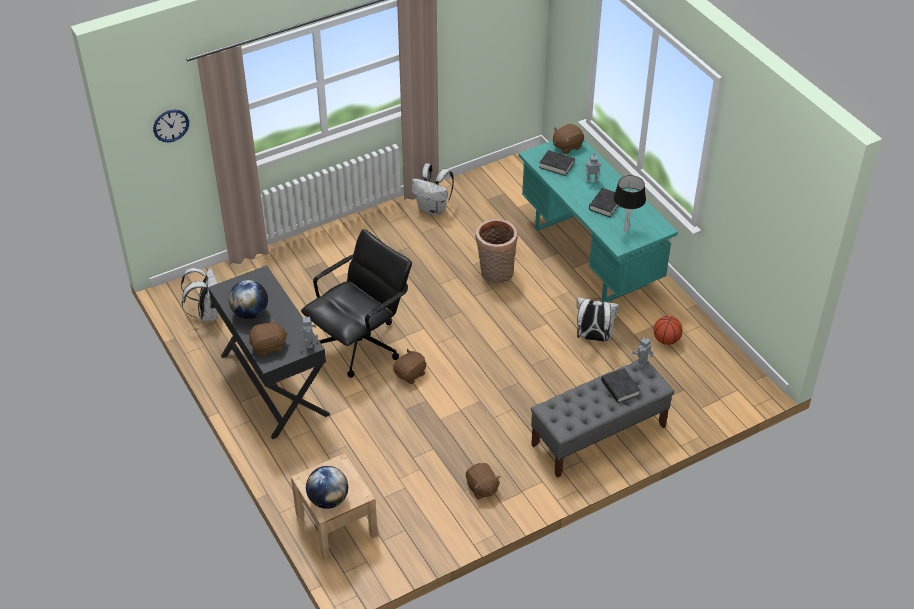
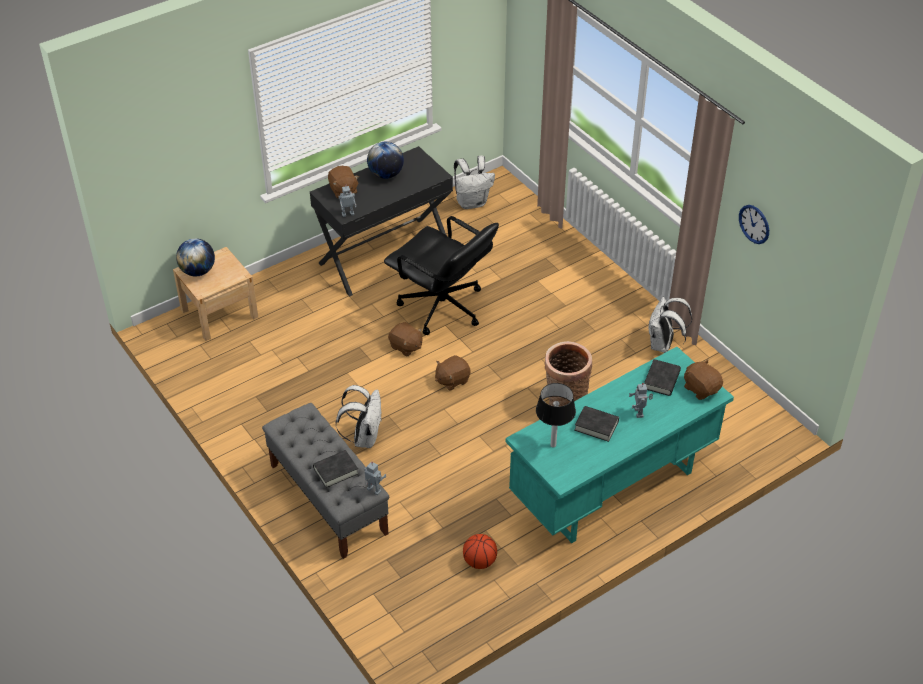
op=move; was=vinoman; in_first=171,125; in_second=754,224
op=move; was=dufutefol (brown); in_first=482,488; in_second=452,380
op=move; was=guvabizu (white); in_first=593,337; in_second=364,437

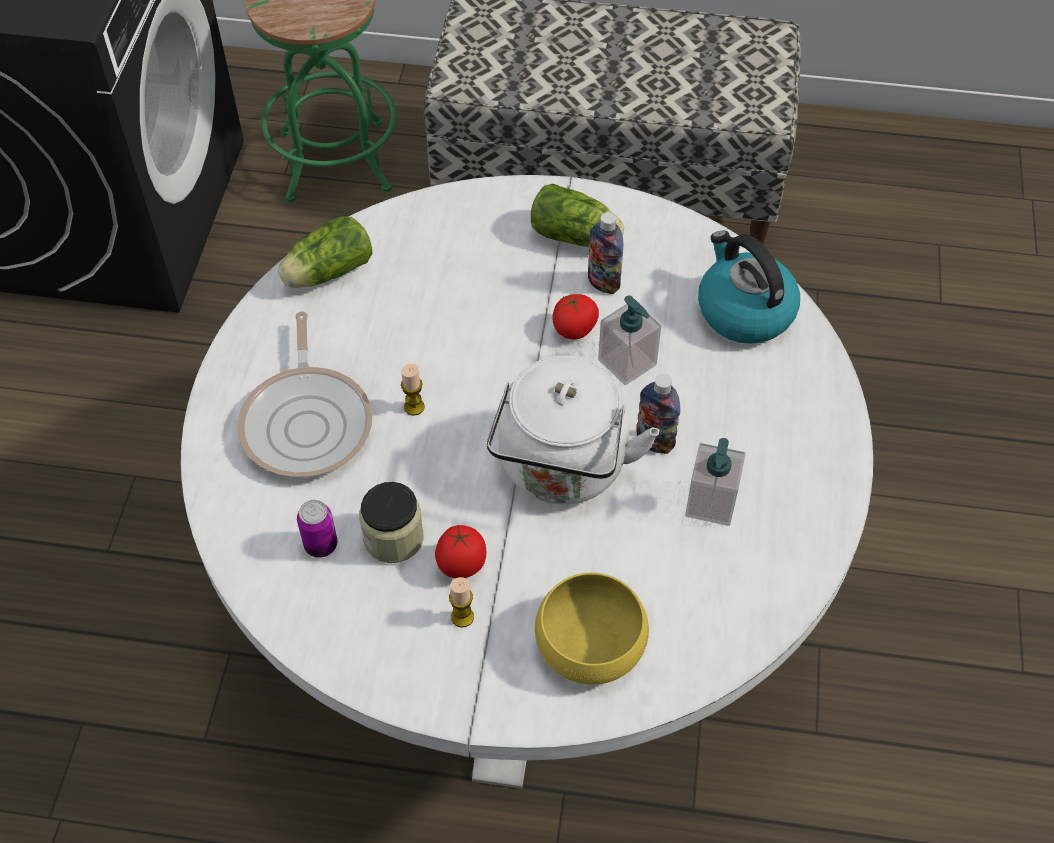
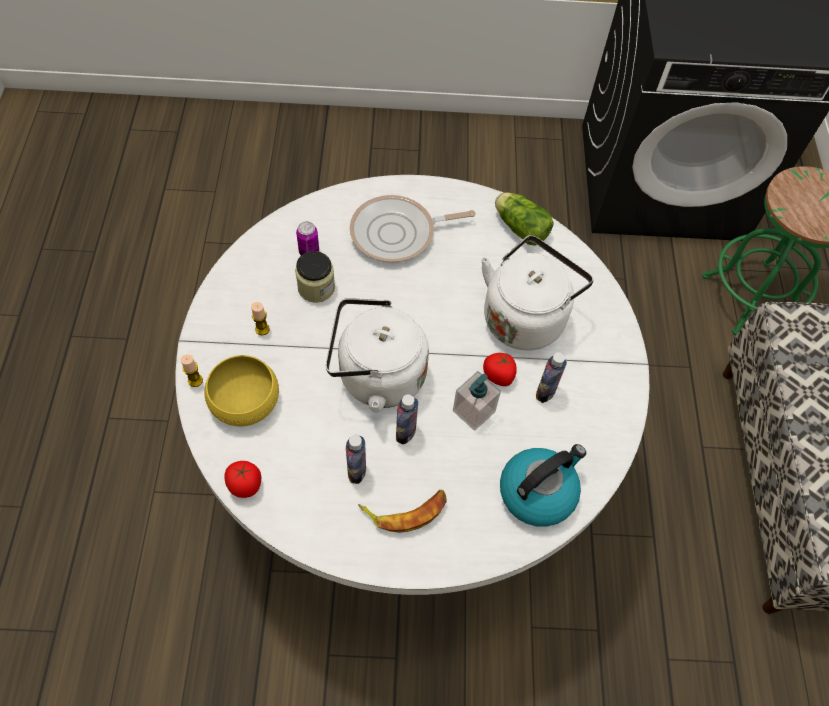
op=delete; was=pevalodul; in_first=577,237
op=insert; now=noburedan; in_second=406,511
op=insert; now=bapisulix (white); in_second=525,316
op=move; was=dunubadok; in_first=414,407; in_second=195,380
op=move; was=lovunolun; in_first=461,565; in_second=245,485
op=replace; was=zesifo; now=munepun; in_first=711,503; in_second=357,471

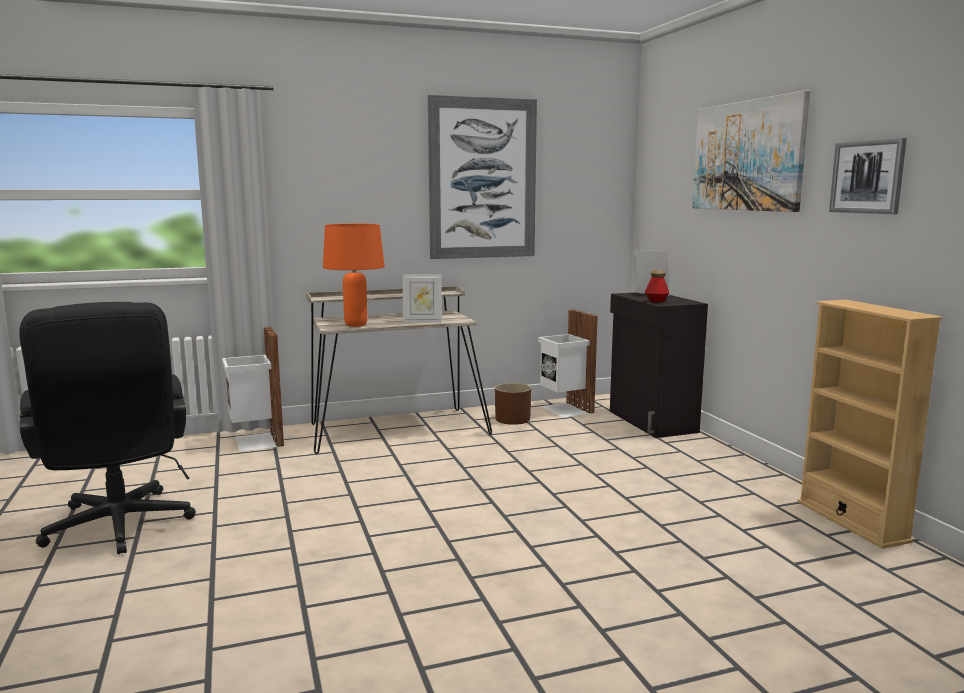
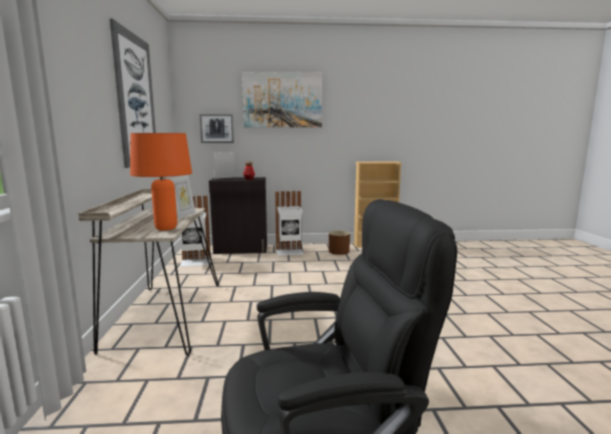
op=move; was=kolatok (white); in_first=256,441; in_second=289,252
op=move; was=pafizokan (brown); in_first=512,419; in_second=339,251
op=move; was=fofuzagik; in_first=867,177; in_second=217,128

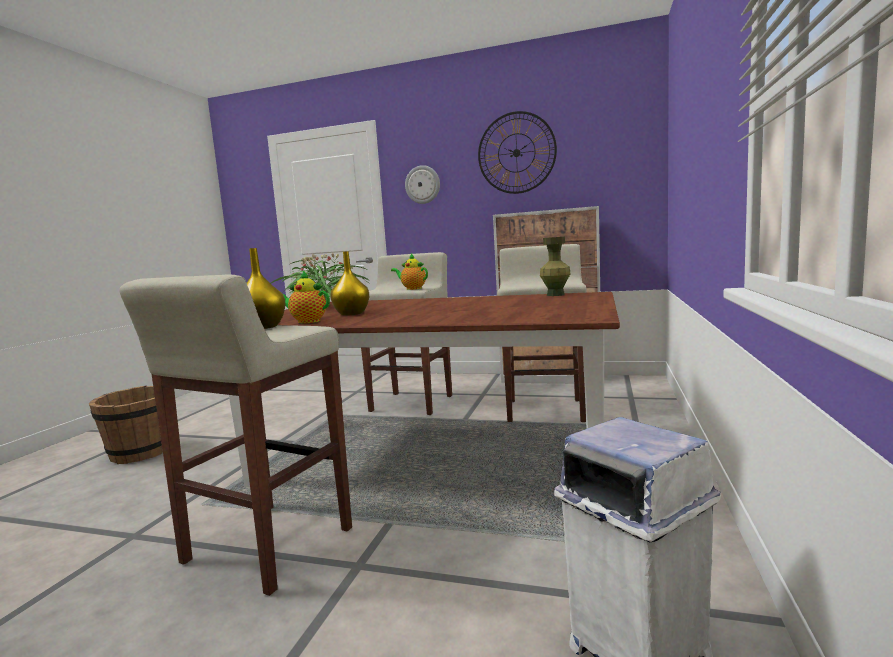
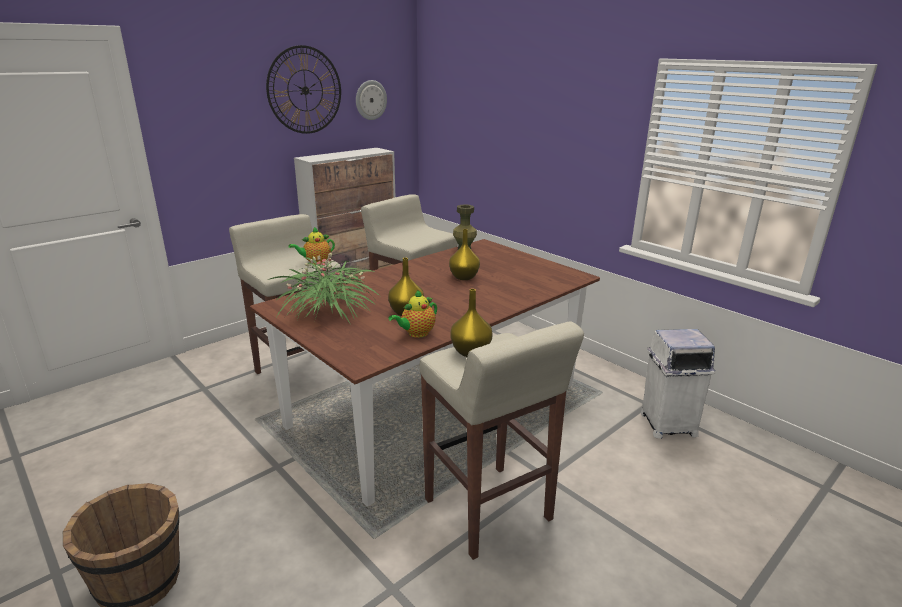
op=insert; now=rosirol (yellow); in_second=463,277
op=move; was=vinoman; in_first=422,184; in_second=370,100

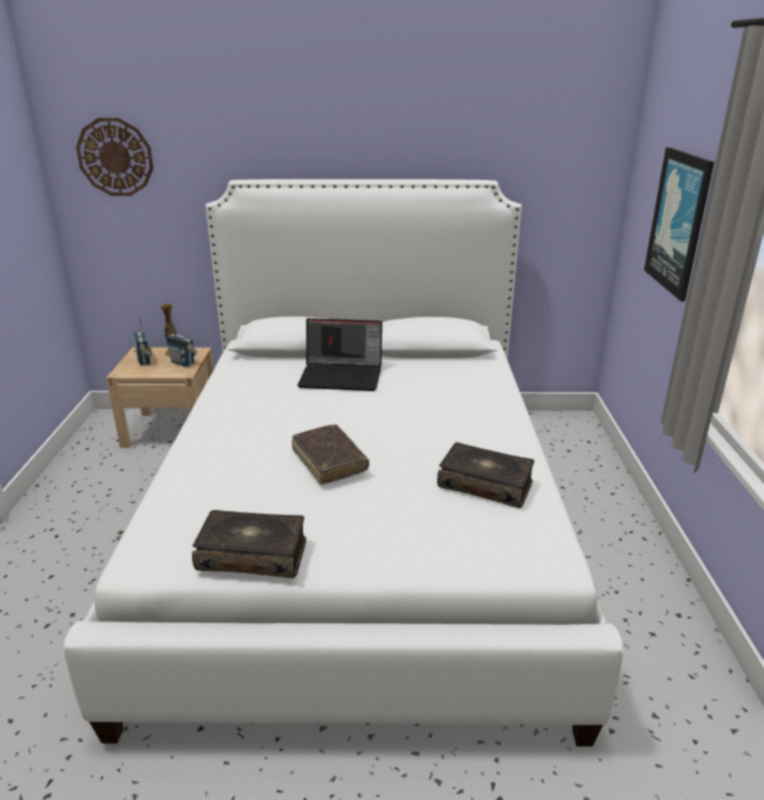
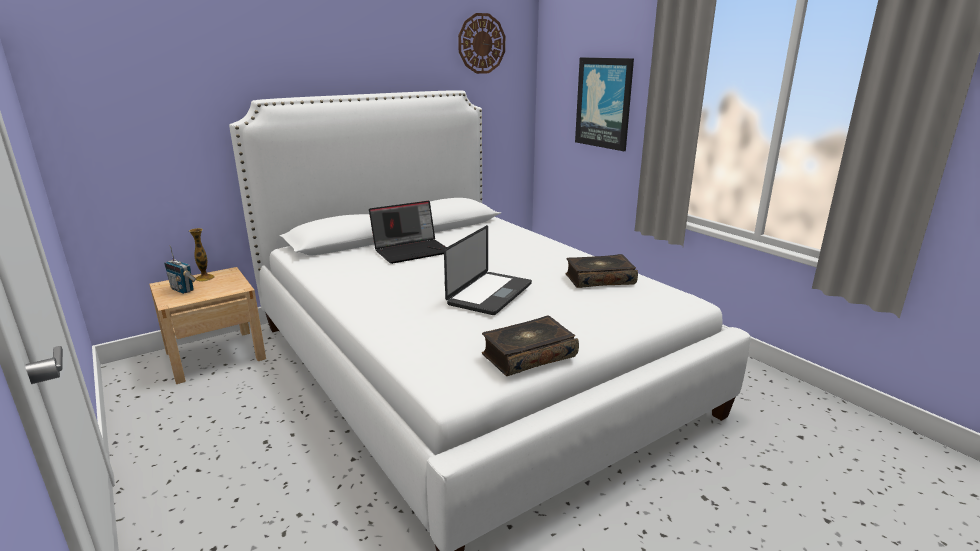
op=delete; was=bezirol; in_first=183,363
op=move; was=vinoman; in_first=115,157; in_second=481,43
op=replace; was=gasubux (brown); now=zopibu; in_first=329,461; in_second=490,294

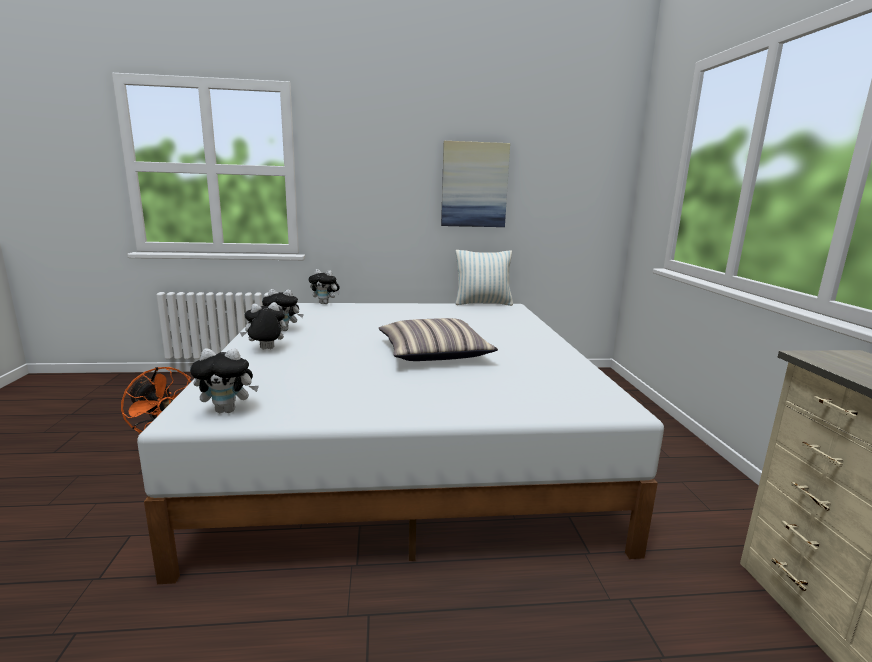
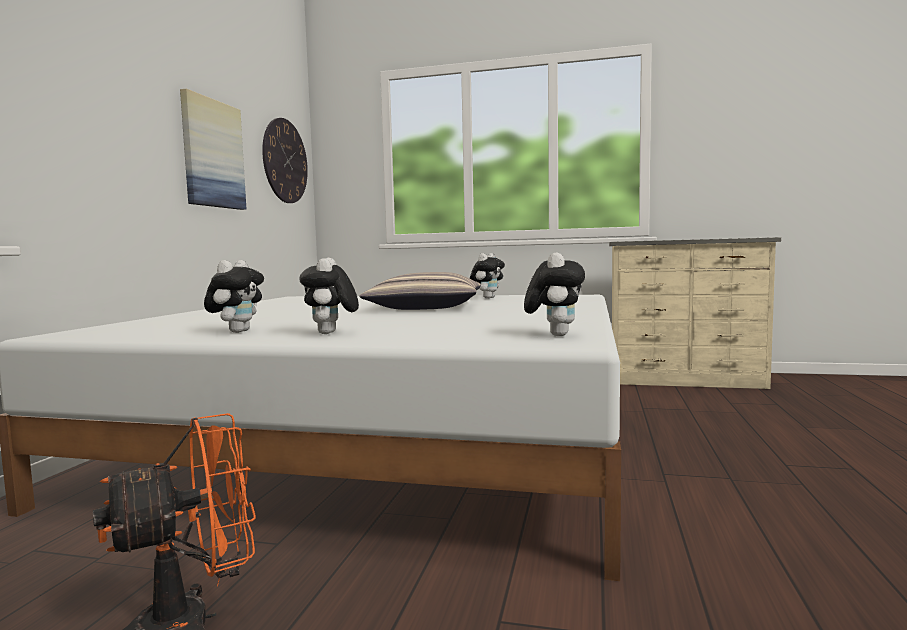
op=delete; was=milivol; in_first=483,303
op=insert; now=vinoman; in_second=285,161
op=move; was=dufutefol; in_first=325,303; in_second=487,298

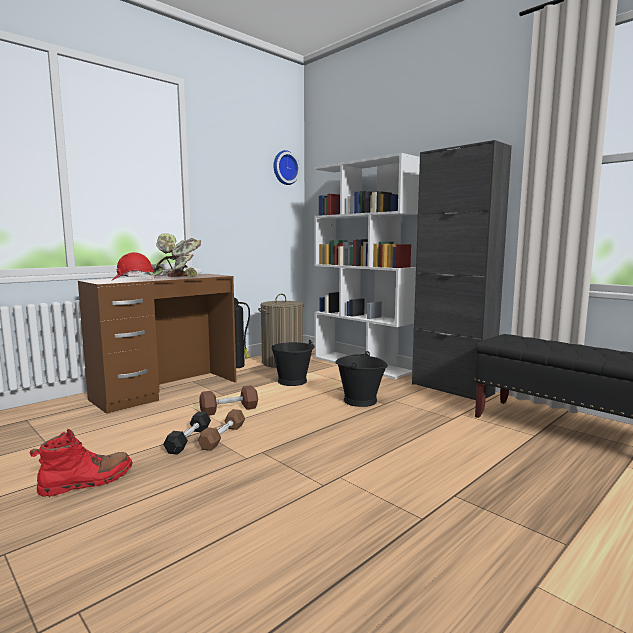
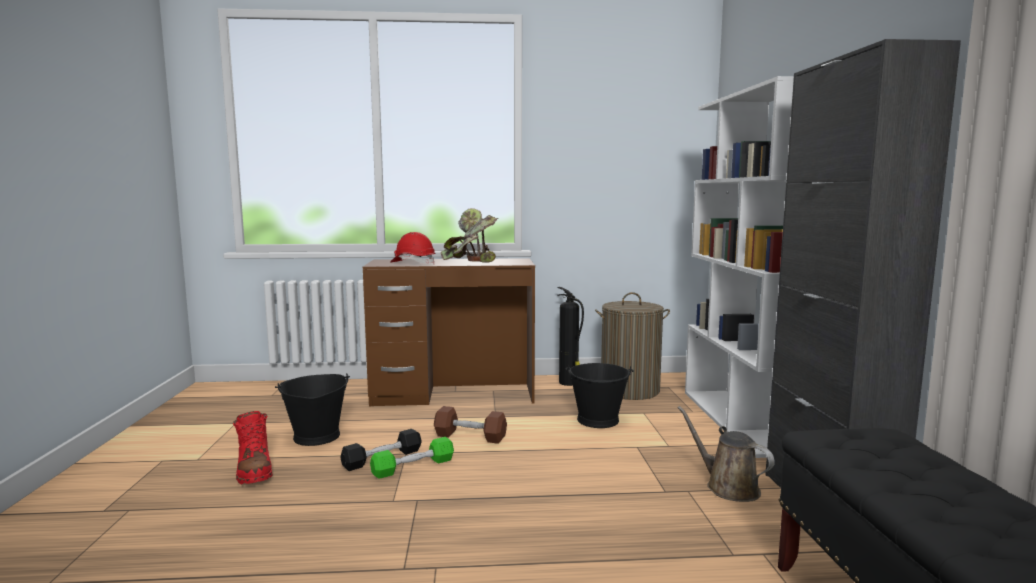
op=delete; was=vinoman; in_first=284,168
op=insert; now=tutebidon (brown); in_second=728,487
op=move; was=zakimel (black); in_first=359,401; in_second=316,436
op=recolor; was=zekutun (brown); now=zekutun (green); in_first=223,437; in_second=413,467
op=rotate; was=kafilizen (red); in_first=87,482; in_second=254,470; clockwise=60

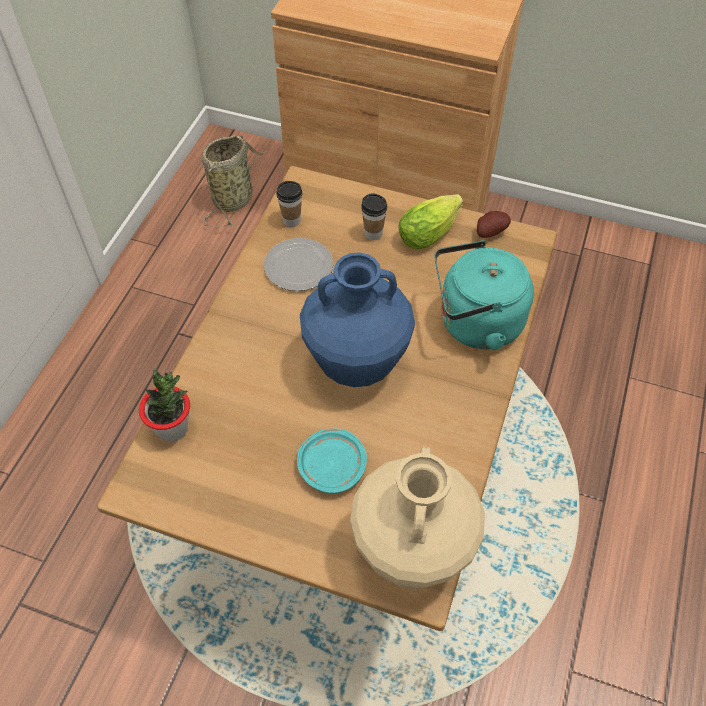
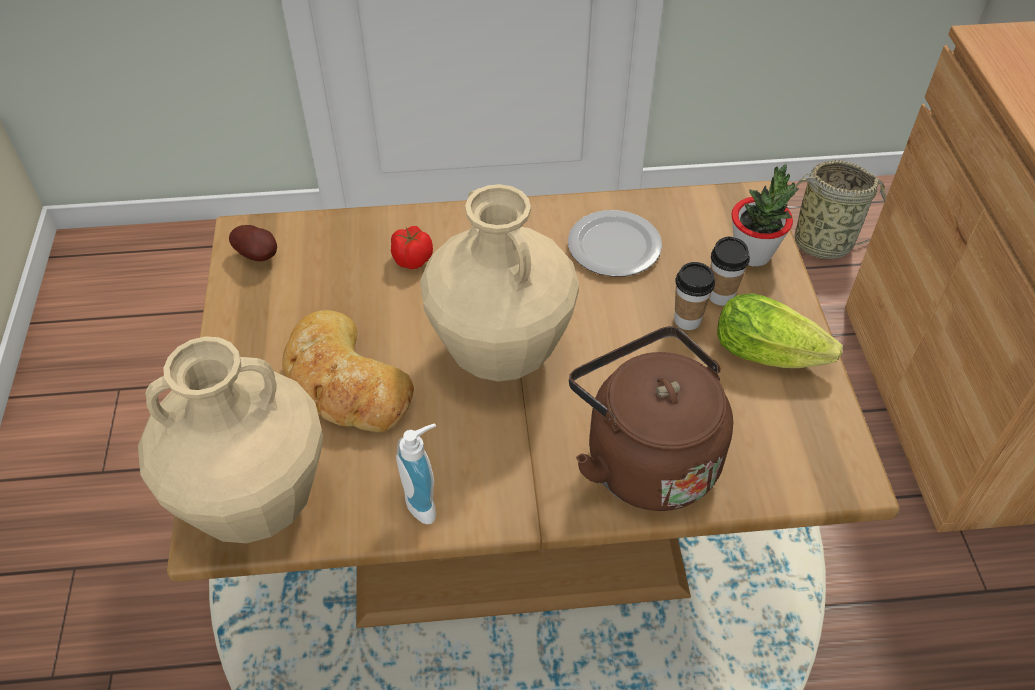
op=insert; now=lovunolun; in_second=411,259
op=insert; now=zesifo; in_second=425,502
op=move; was=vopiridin; in_first=172,428; in_second=753,254
op=move; was=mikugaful; in_first=291,220; in_second=687,320
op=move; was=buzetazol; in_first=489,232; in_second=259,255
op=replace; was=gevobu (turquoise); now=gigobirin; in_first=332,465; in_second=344,383
op=recolor; was=rosirol (blue); now=rosirol (beige); in_first=355,364; in_second=500,353
op=recolor; was=bapisulix (turquoise); now=bapisulix (brown); in_first=475,323; in_second=645,457

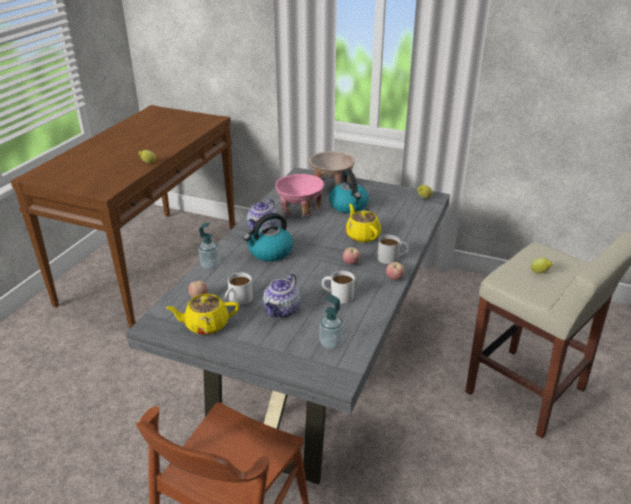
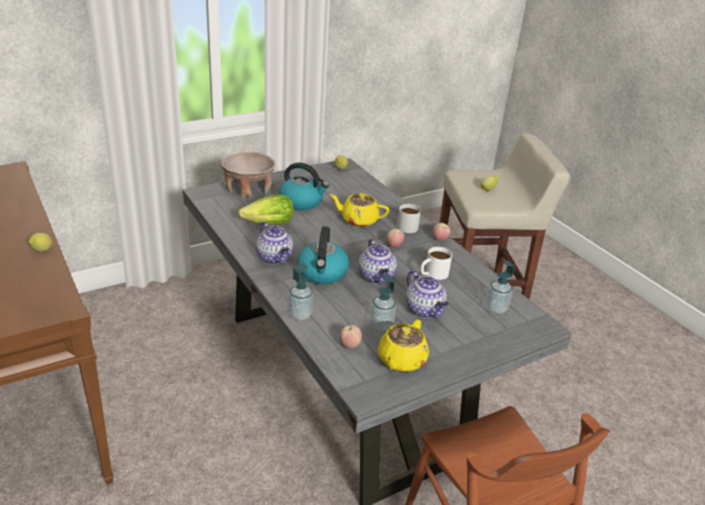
op=insert; now=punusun; in_second=377,277
op=replace; was=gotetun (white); now=zesifo; in_first=237,300; in_second=381,325
op=replace; was=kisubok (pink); now=pevalodul; in_first=300,209; in_second=269,224

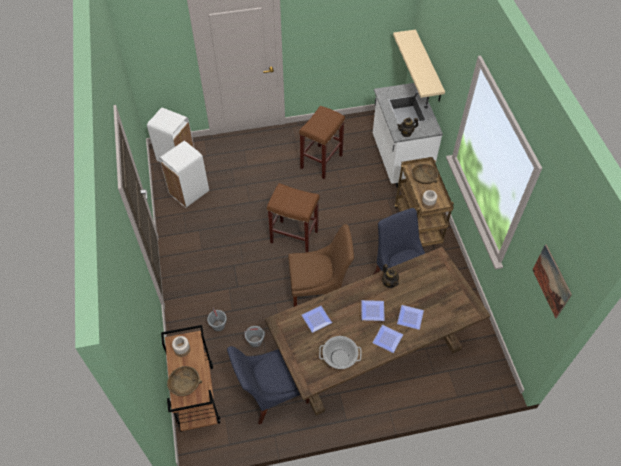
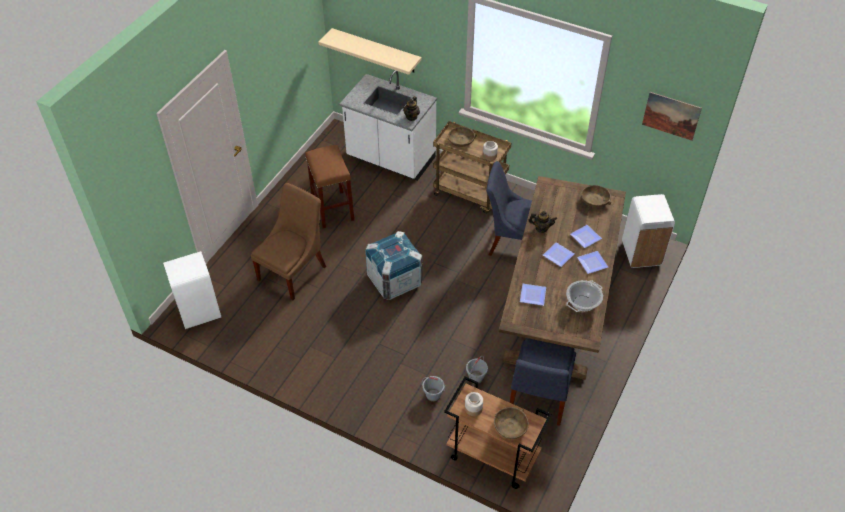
op=insert; now=kisubok (brown); in_second=595,200
op=move; was=kolatok (white); in_first=189,192; in_second=641,253
op=move; was=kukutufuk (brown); in_first=319,290; in_second=294,271
op=replace; was=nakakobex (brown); now=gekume; in_first=295,236; in_second=394,280

